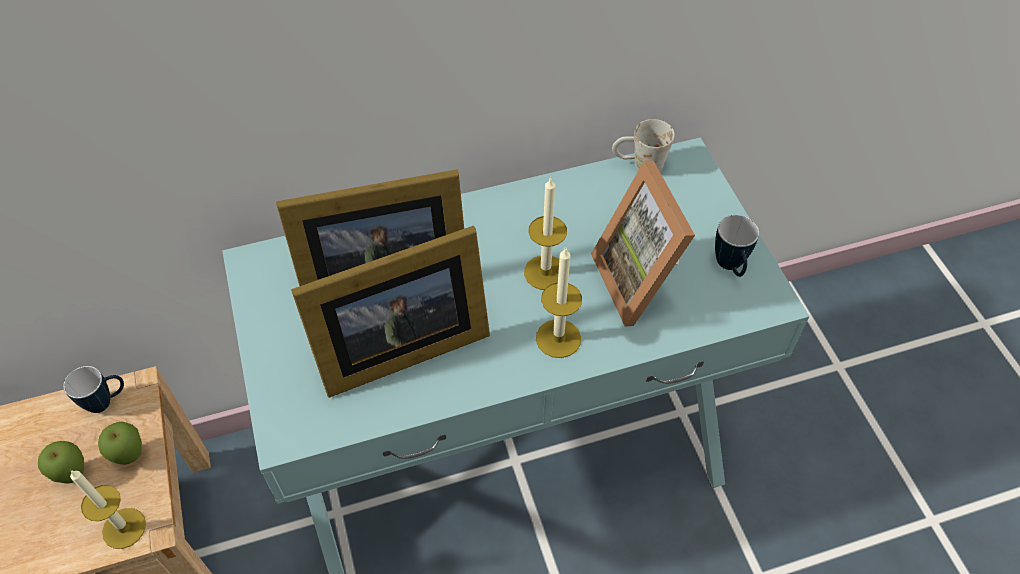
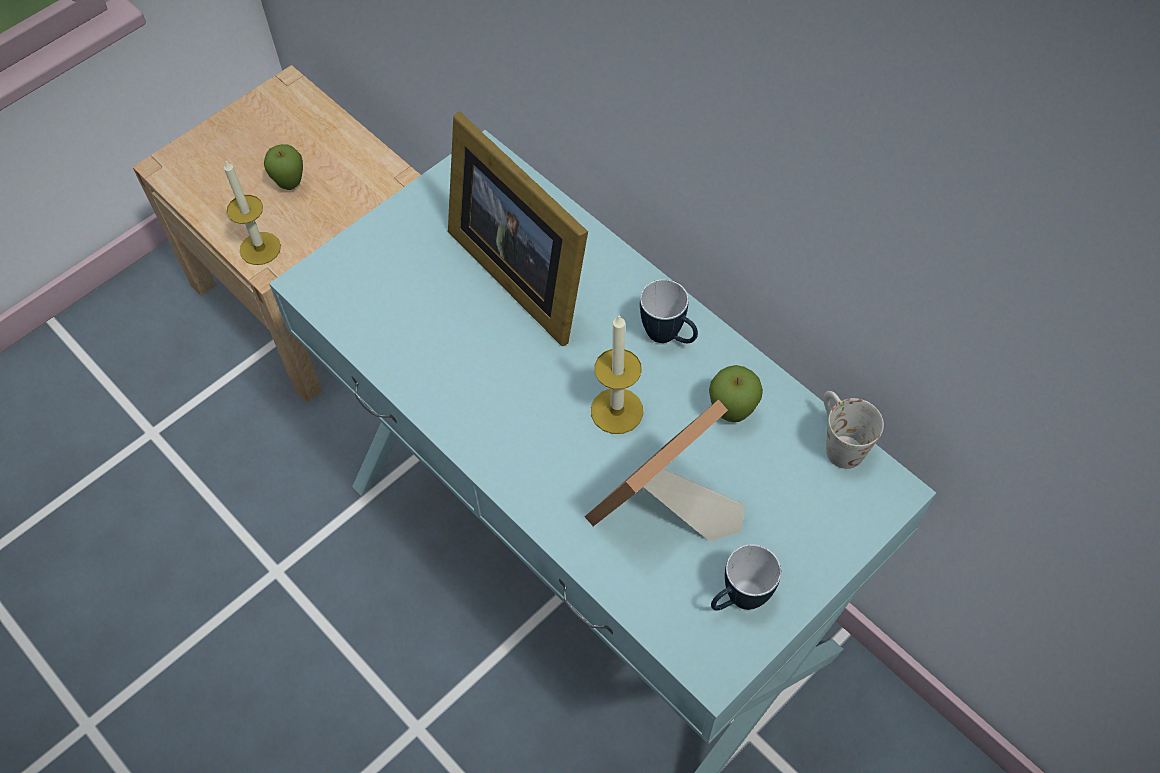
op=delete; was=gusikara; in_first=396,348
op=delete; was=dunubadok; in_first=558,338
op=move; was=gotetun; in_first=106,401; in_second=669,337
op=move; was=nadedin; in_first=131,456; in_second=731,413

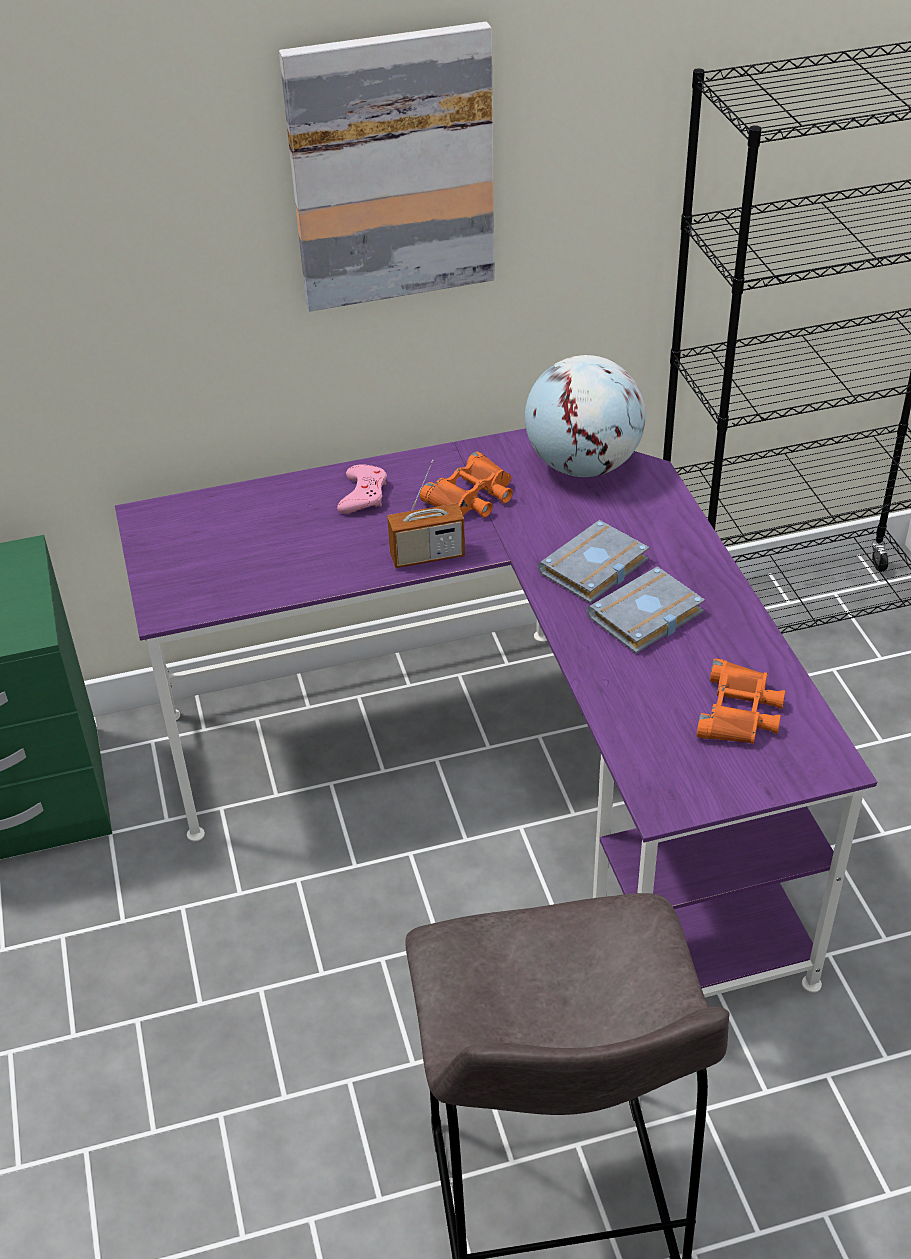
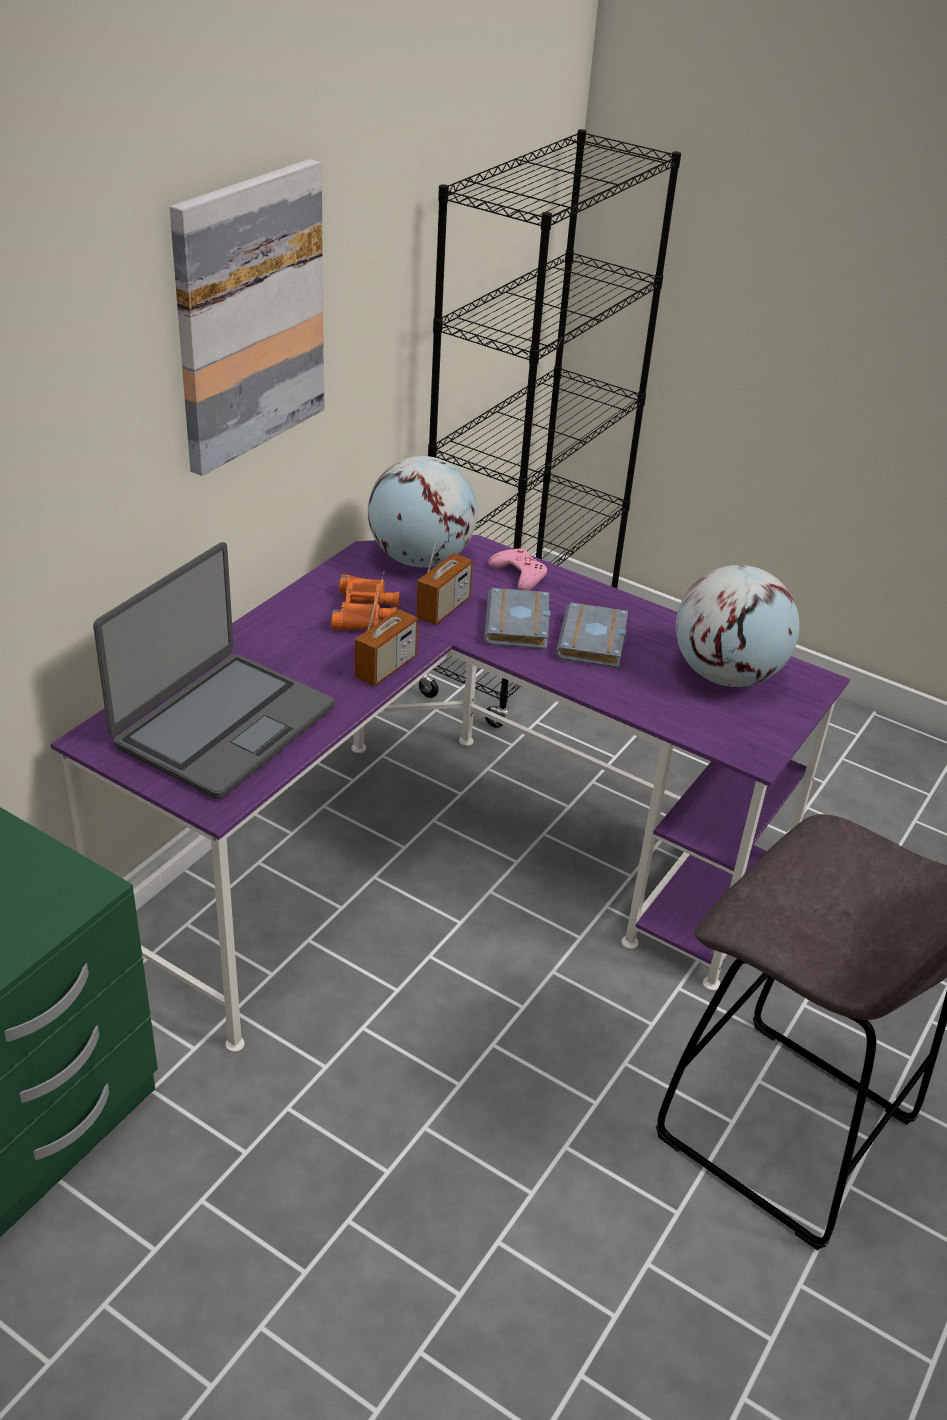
op=insert; now=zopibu; in_second=223,725
op=insert; now=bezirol; in_second=443,608
op=move; was=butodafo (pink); in_first=363,494; in_second=519,574
op=replace; was=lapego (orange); now=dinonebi; in_first=740,712; in_second=726,675

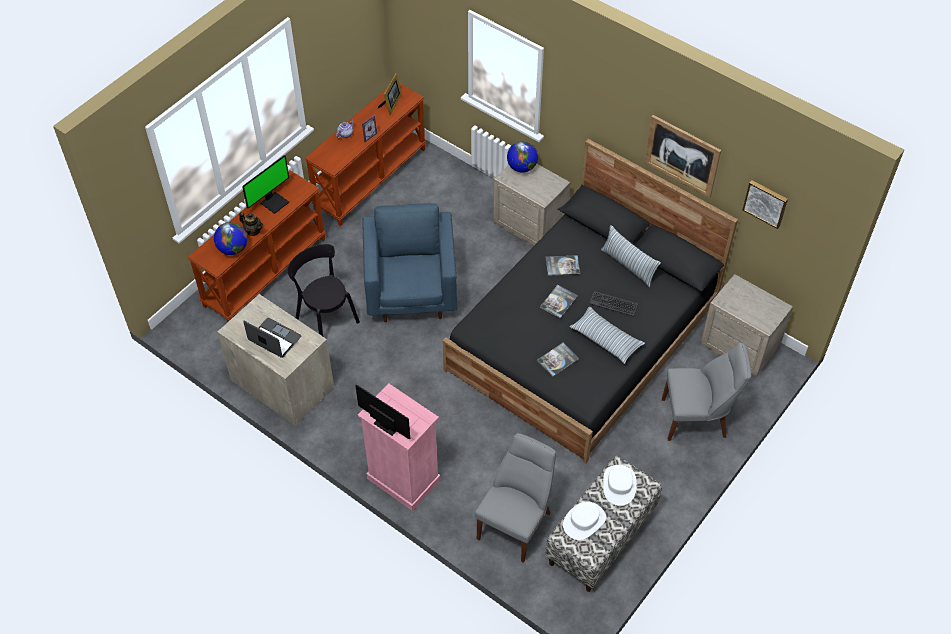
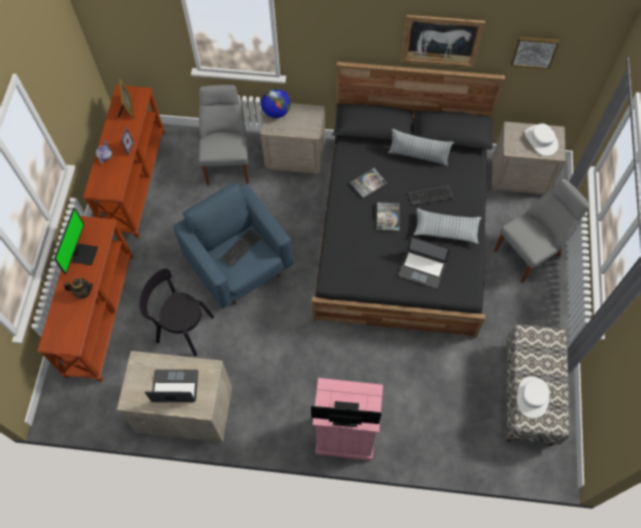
op=delete; was=dinonebi; in_first=233,249
op=insert; now=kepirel; in_second=240,248
op=move; was=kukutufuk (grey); in_first=516,523; in_second=228,161
op=move; was=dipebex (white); in_first=619,485; in_second=541,140
op=replace; was=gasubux; now=zopibu; in_first=557,360; in_second=422,269

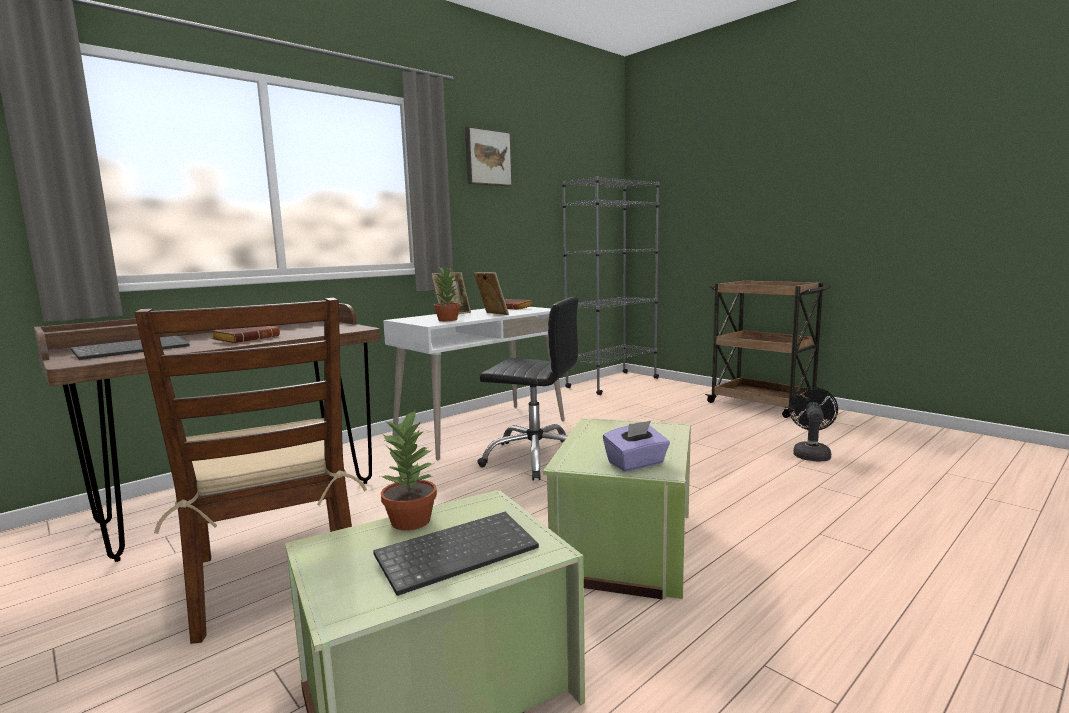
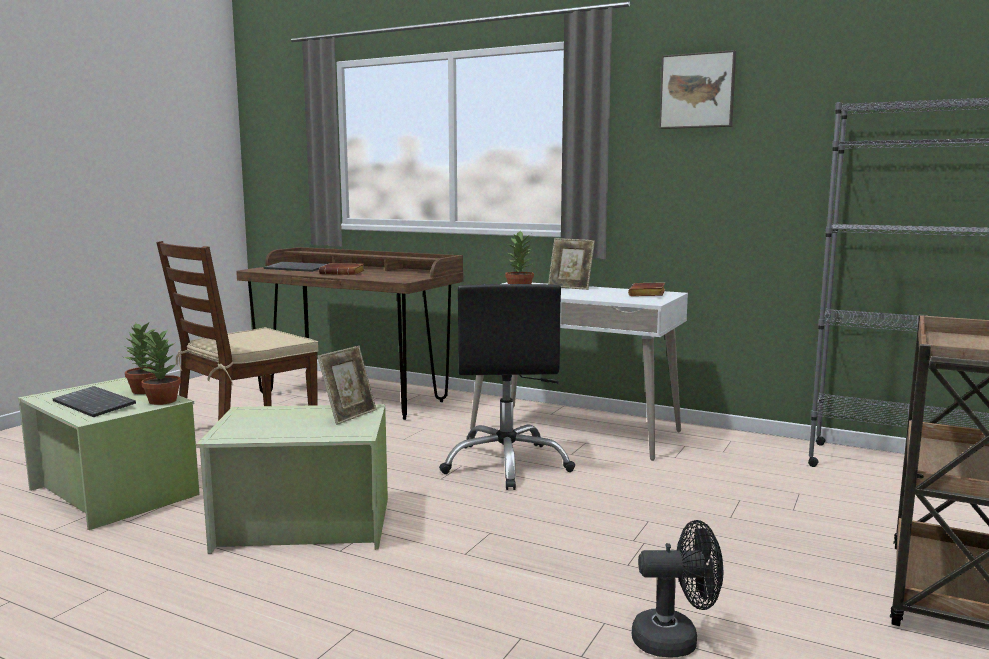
op=delete; was=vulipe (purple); in_first=636,464
op=insert; now=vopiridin; in_second=161,401
op=move; was=gusikara; in_first=492,314; in_second=349,415

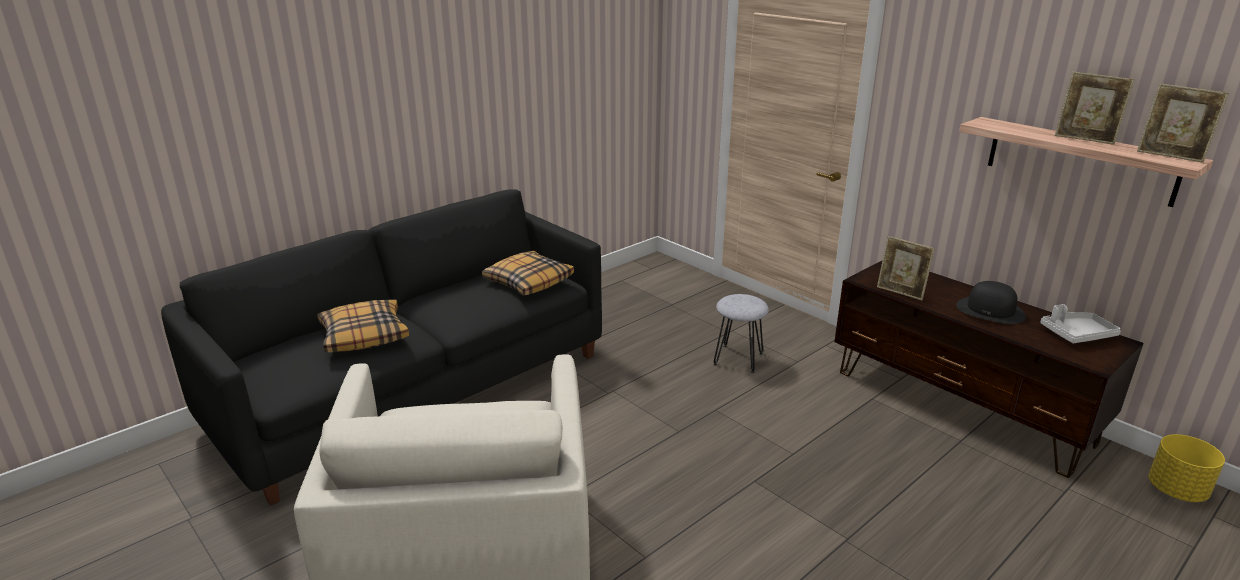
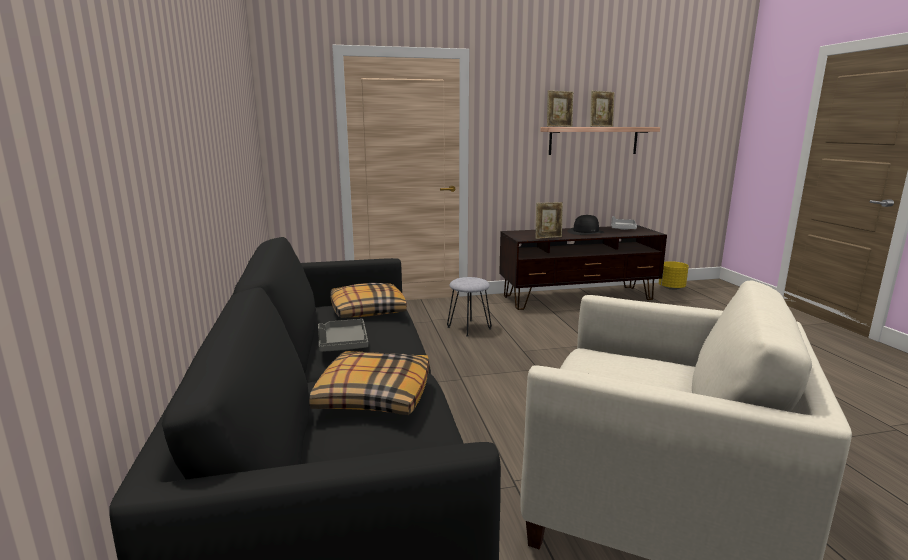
op=insert; now=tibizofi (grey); in_second=343,343
op=move; was=gusikara; in_first=1170,156; in_second=559,126

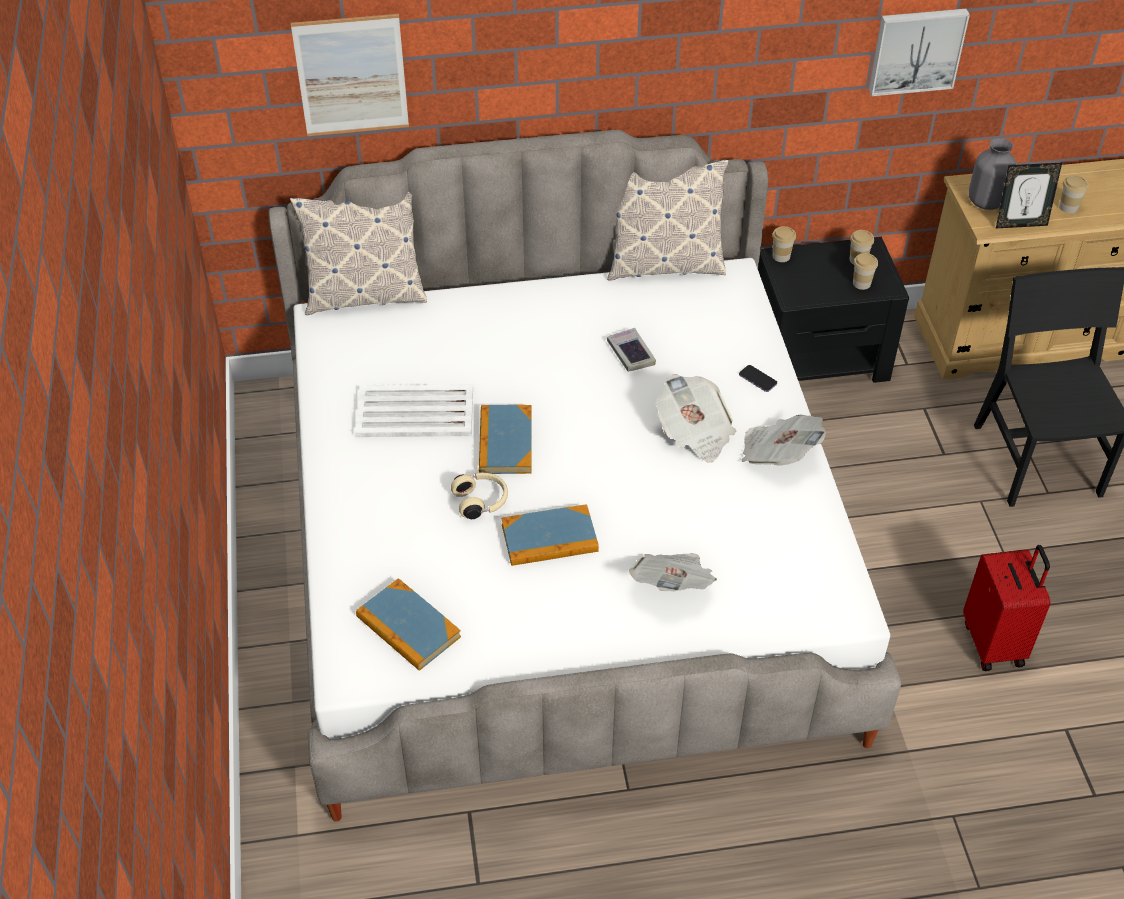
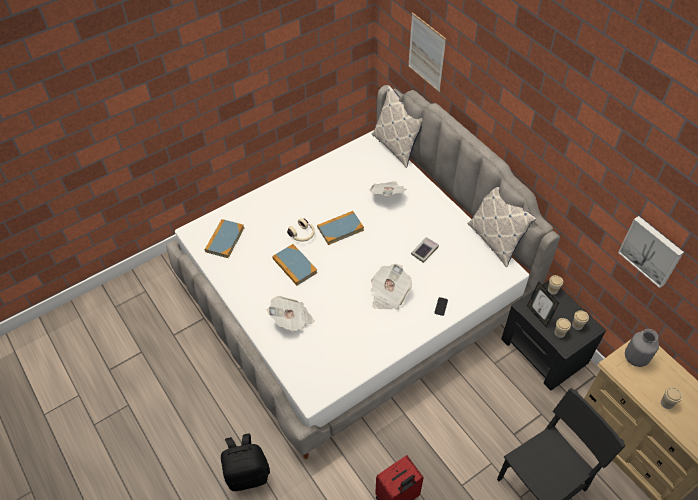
op=delete; was=tibizofi (white); in_first=413,412
op=insert; now=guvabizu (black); in_second=248,473
op=move; was=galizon; in_first=778,454; in_second=387,195
op=move; was=gusikara; in_first=1020,224; in_second=538,315

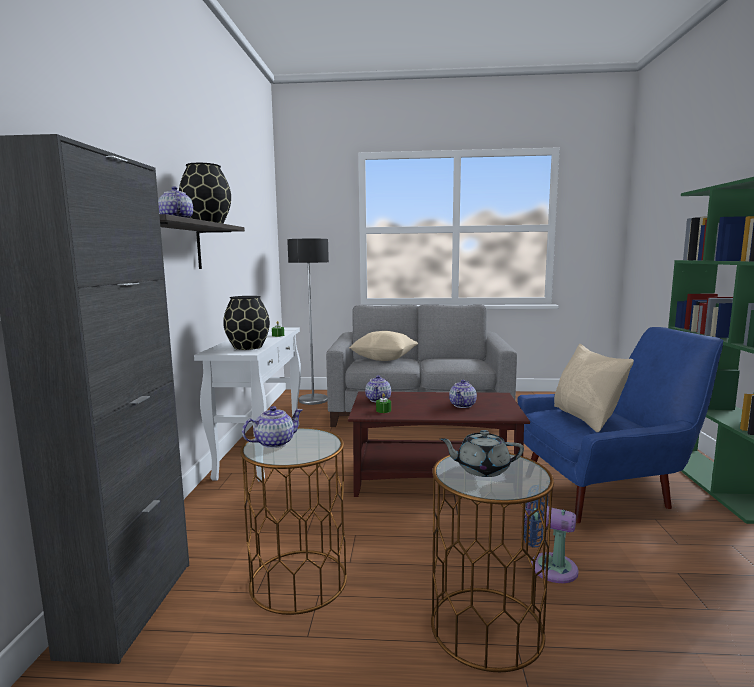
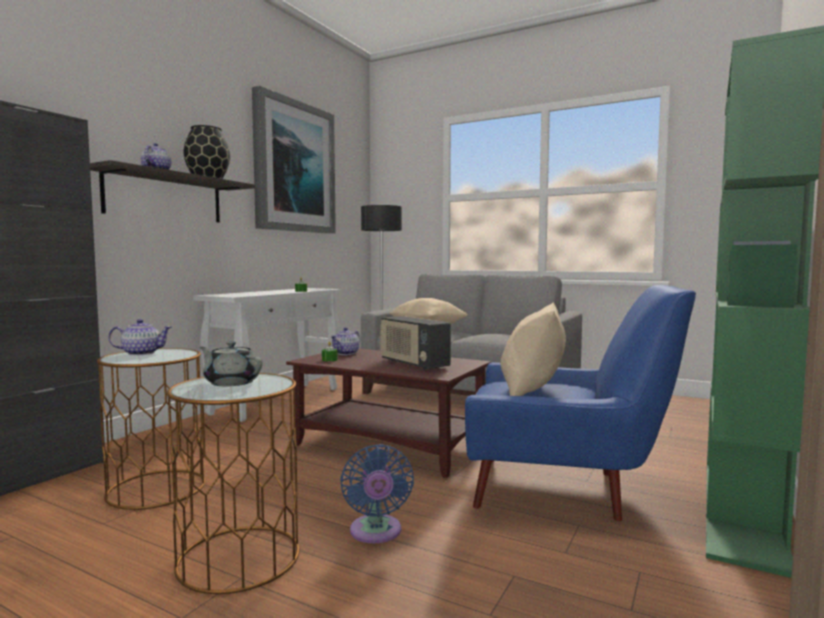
op=delete; was=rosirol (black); in_first=248,347
op=insert; now=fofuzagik; in_second=294,167
op=replace; was=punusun; now=bezirol; in_first=463,405; in_second=413,364
op=rotate; was=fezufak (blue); in_first=548,567; in_second=376,533; clockwise=-150

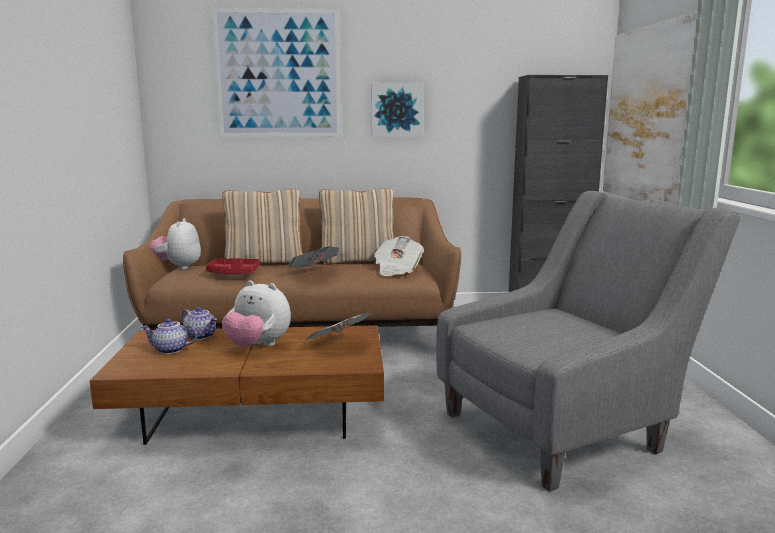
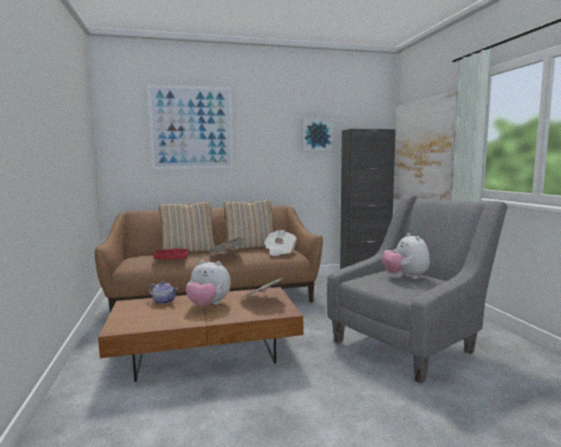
op=delete; was=punusun; in_first=170,350
op=move; was=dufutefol; in_first=178,267; in_second=405,277
op=move; was=fofuzagik; in_first=397,109; in_second=317,135

